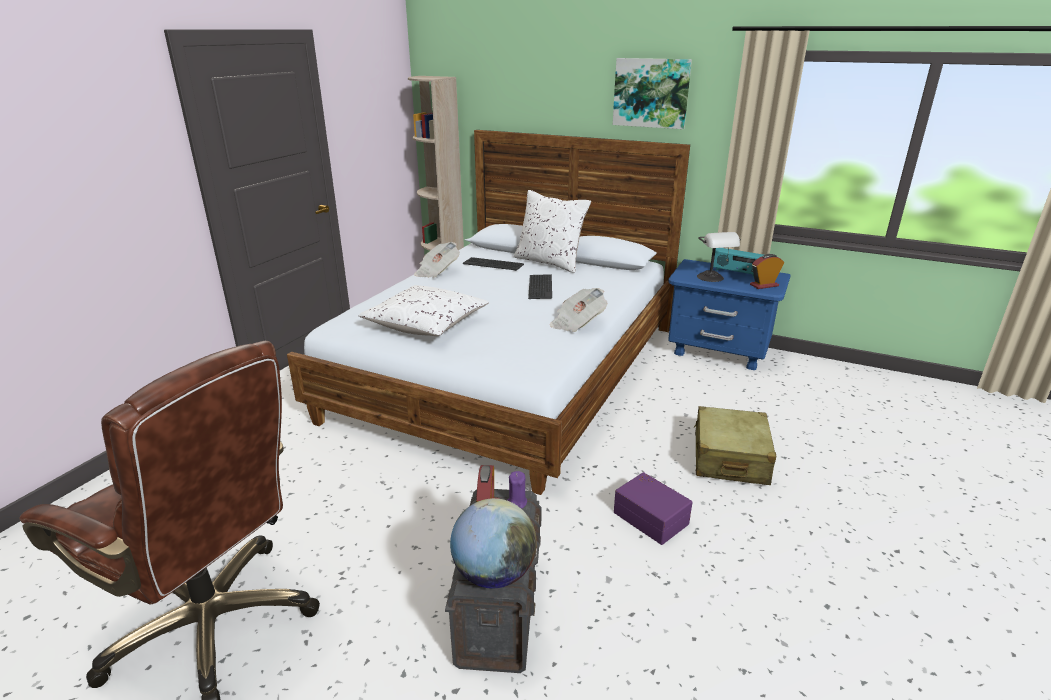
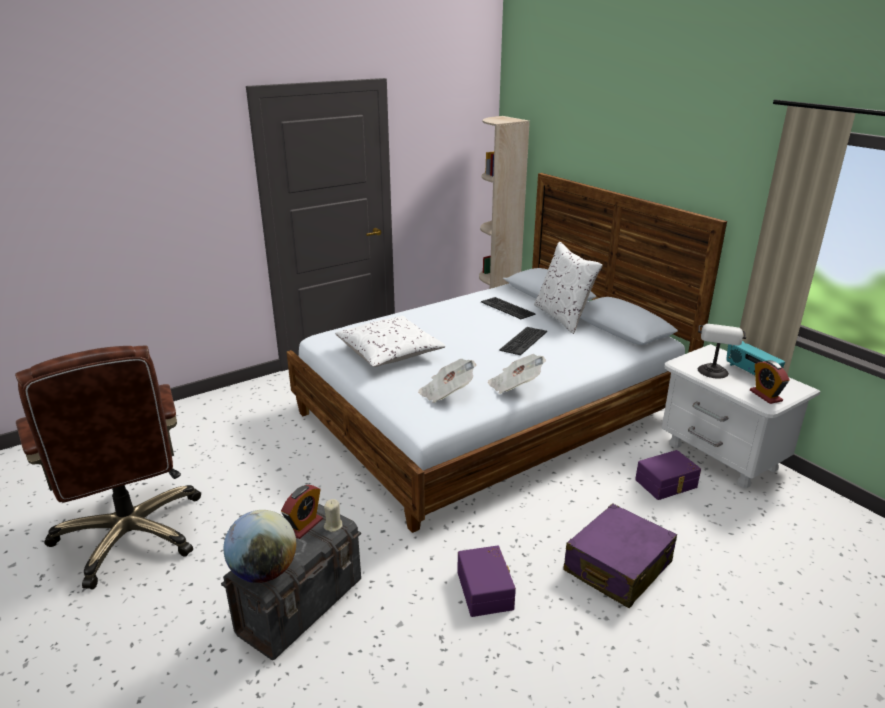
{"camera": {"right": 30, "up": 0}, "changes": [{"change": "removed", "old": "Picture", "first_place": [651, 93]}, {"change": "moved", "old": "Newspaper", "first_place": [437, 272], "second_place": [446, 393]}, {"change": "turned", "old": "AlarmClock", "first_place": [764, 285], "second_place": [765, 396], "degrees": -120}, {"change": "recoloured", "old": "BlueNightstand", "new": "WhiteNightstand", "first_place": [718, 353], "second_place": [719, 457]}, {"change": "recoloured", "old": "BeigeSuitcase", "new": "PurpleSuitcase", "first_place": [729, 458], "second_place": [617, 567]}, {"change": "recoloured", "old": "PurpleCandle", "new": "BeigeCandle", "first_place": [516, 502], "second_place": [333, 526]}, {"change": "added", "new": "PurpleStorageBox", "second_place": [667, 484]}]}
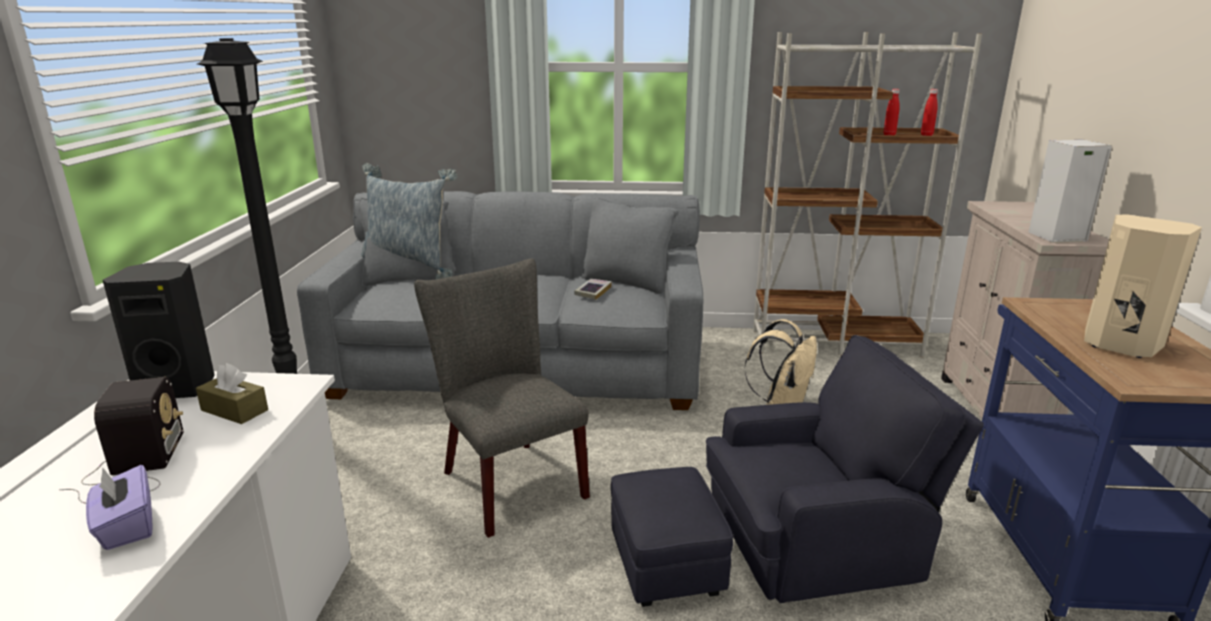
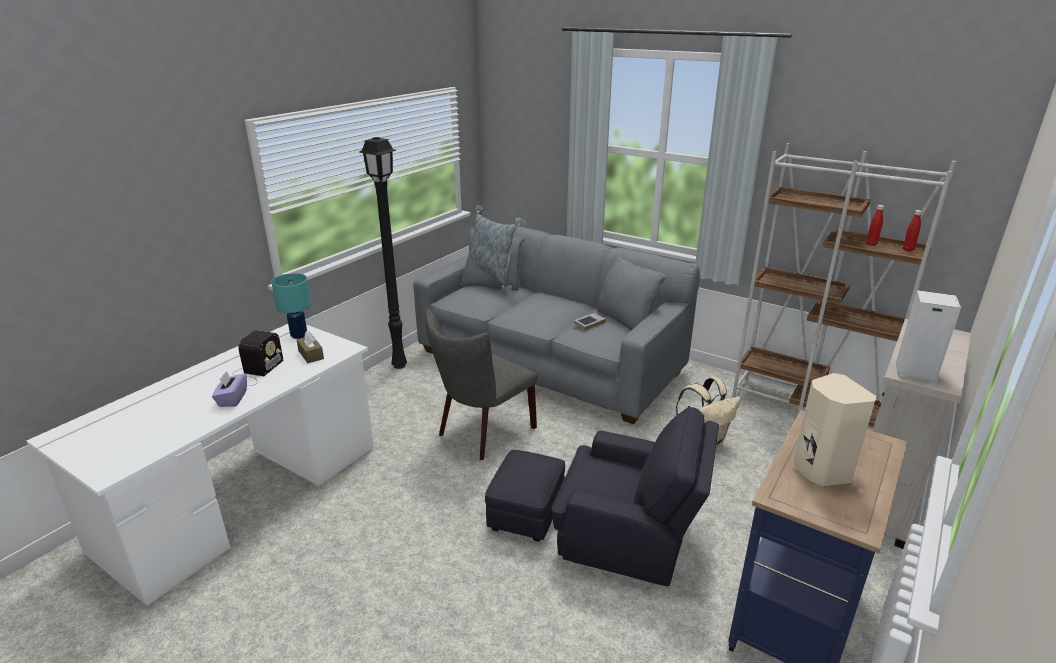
{"camera": {"right": 30, "up": 5}, "changes": [{"change": "turned", "old": "GreyChair", "first_place": [507, 480], "second_place": [482, 433], "degrees": -135}, {"change": "replaced", "old": "BlackSpeaker", "new": "TurquoiseTableLamp", "first_place": [179, 388], "second_place": [300, 335]}]}
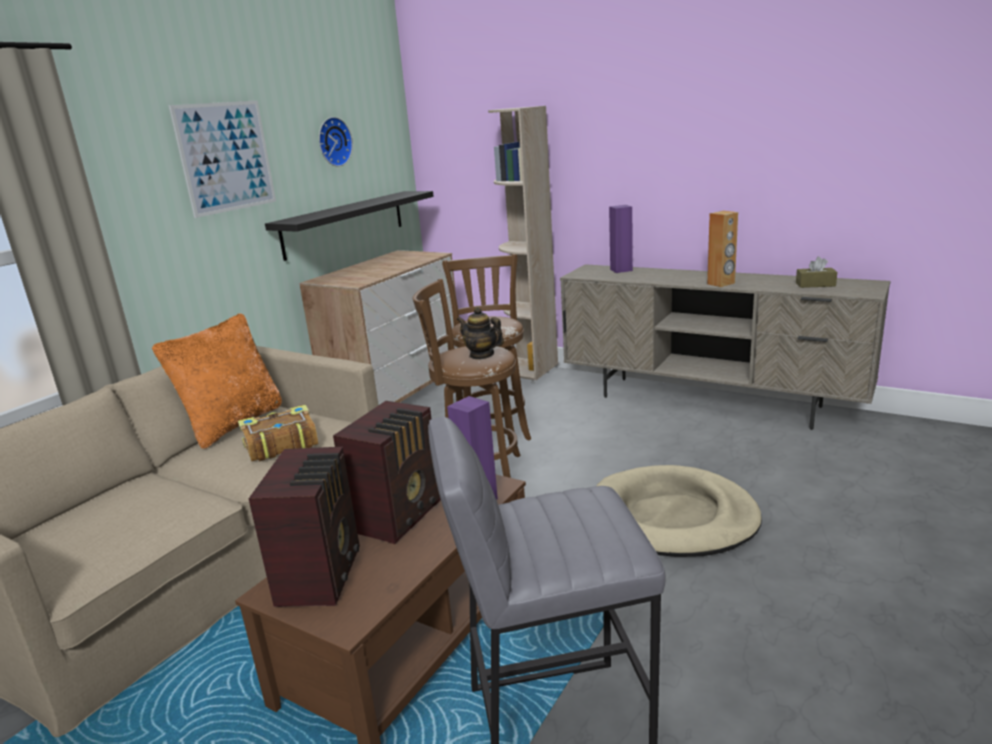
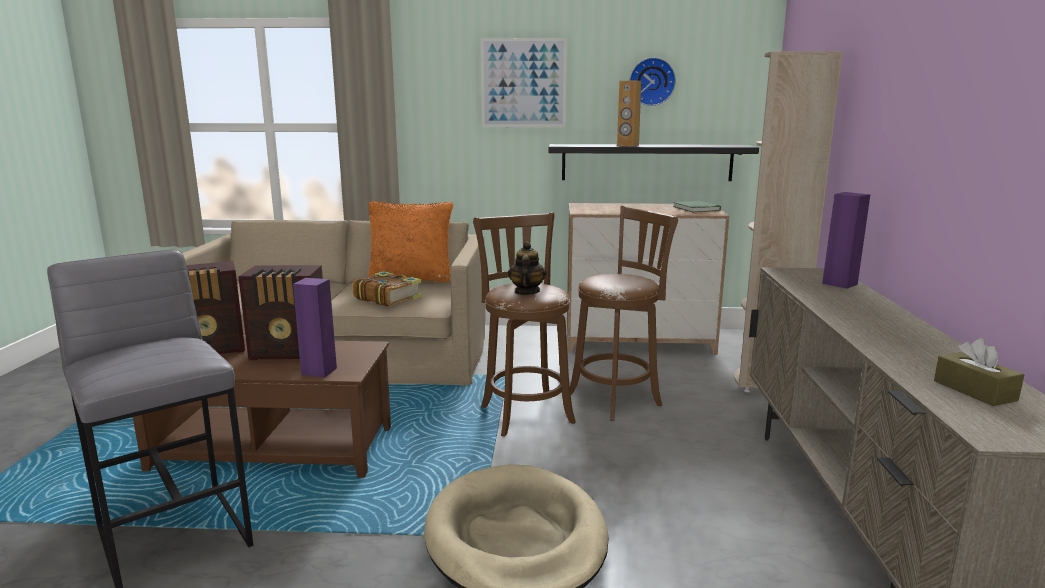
{"camera": {"right": 60, "up": -5}, "changes": [{"change": "moved", "old": "BrownSpeaker", "first_place": [721, 284], "second_place": [627, 145]}, {"change": "added", "new": "GreenBook", "second_place": [697, 208]}]}
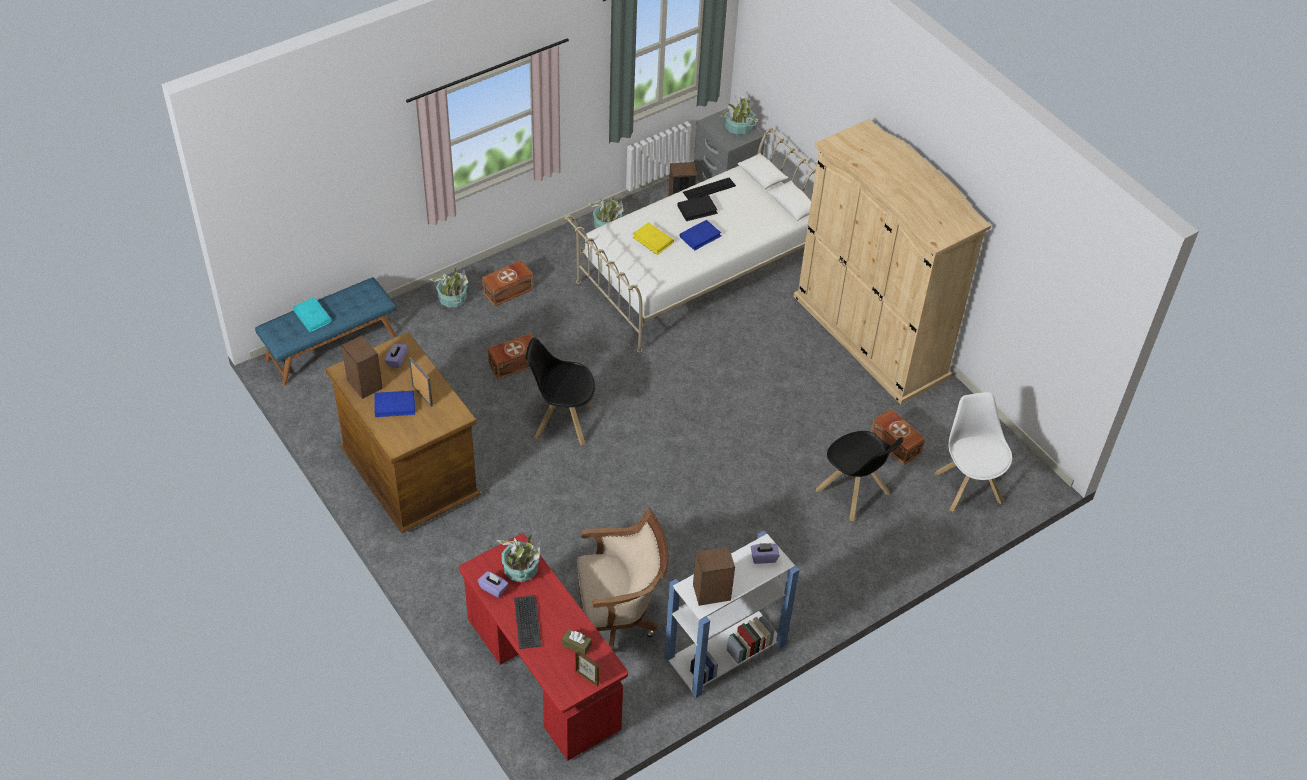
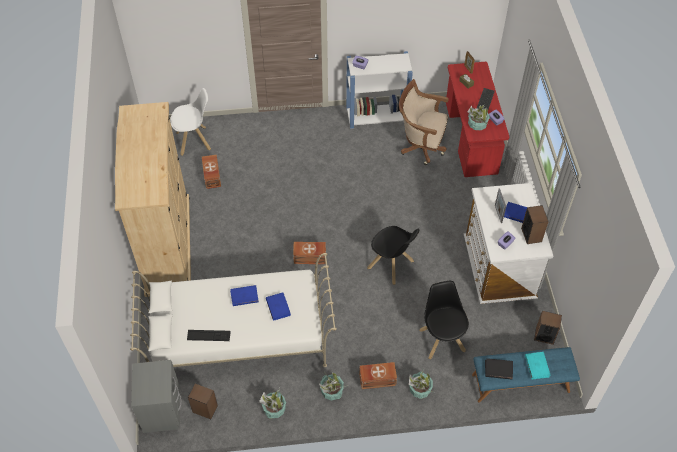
{"camera": {"right": -150, "up": 5}, "changes": [{"change": "moved", "old": "PottedPlant", "first_place": [738, 127], "second_place": [331, 391]}, {"change": "moved", "old": "BlackBook", "first_place": [697, 209], "second_place": [498, 370]}, {"change": "recoloured", "old": "YellowBook", "new": "BlueBook", "first_place": [653, 240], "second_place": [278, 307]}, {"change": "recoloured", "old": "BrownDresser", "new": "WhiteDresser", "first_place": [409, 474], "second_place": [499, 268]}, {"change": "moved", "old": "BrownStorageBox", "first_place": [513, 364], "second_place": [310, 257]}, {"change": "turned", "old": "WhiteChair", "first_place": [968, 486], "second_place": [194, 141], "degrees": -120}, {"change": "moved", "old": "BlackChair", "first_place": [854, 493], "second_place": [441, 338]}, {"change": "moved", "old": "Speaker", "first_place": [712, 592], "second_place": [544, 335]}]}
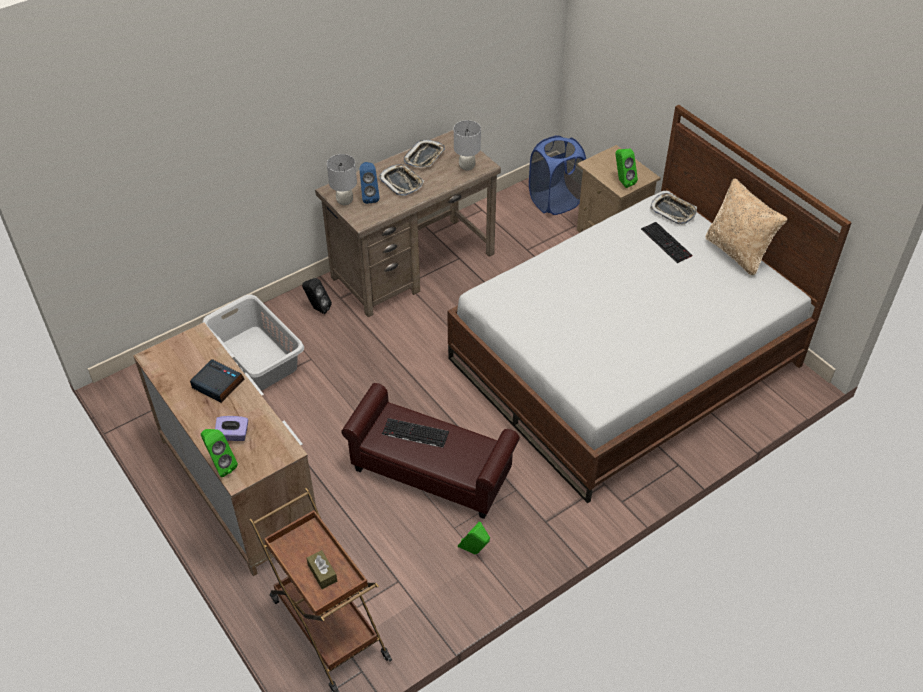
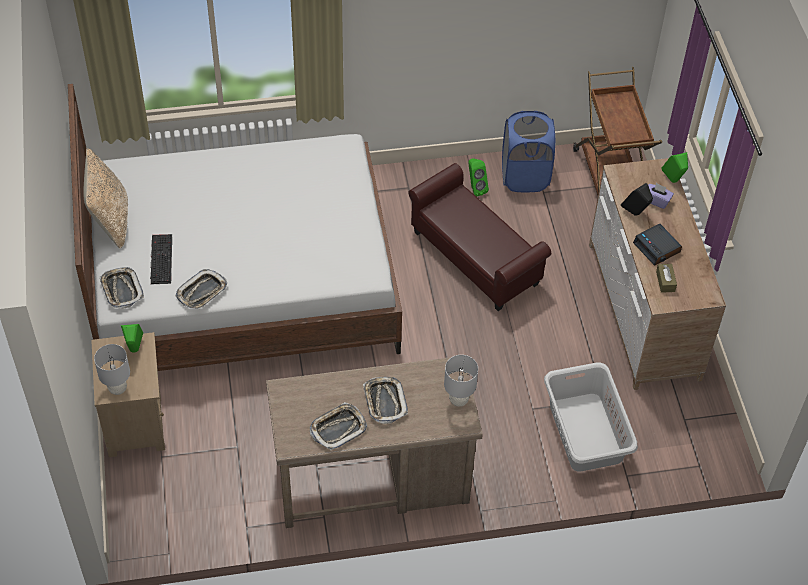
{"camera": {"right": -155, "up": 5}, "changes": [{"change": "moved", "old": "GreyTableLamp", "first_place": [466, 167], "second_place": [118, 389]}, {"change": "moved", "old": "BlueLaundryBasket", "first_place": [555, 201], "second_place": [525, 176]}, {"change": "removed", "old": "BlueSpeaker", "first_place": [369, 197]}, {"change": "moved", "old": "BlackSpeaker", "first_place": [317, 309], "second_place": [635, 214]}, {"change": "removed", "old": "Keyboard", "first_place": [414, 433]}, {"change": "moved", "old": "BrownTissueBox", "first_place": [322, 573], "second_place": [665, 281]}, {"change": "added", "new": "Tray", "second_place": [202, 292]}]}
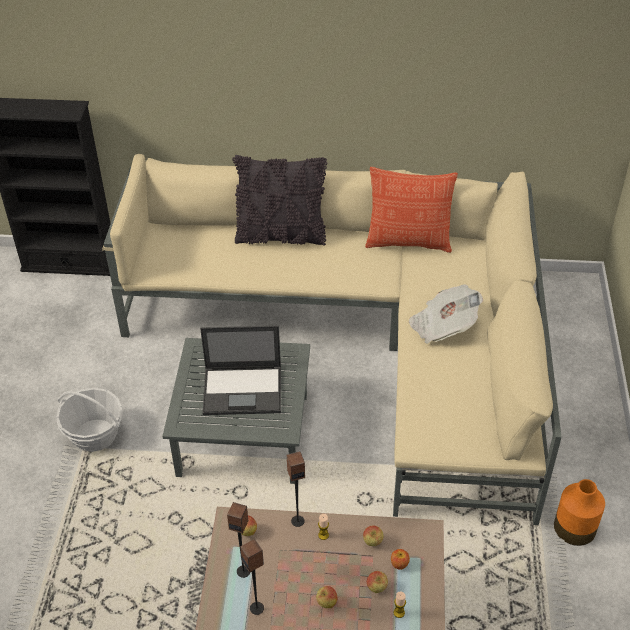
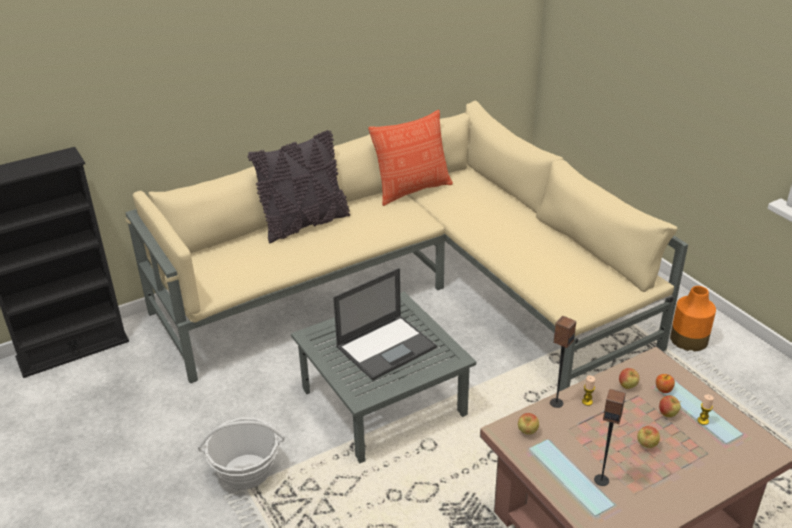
{"camera": {"right": -35, "up": -10}, "changes": [{"change": "removed", "old": "Newspaper", "first_place": [443, 326]}, {"change": "removed", "old": "Speaker", "first_place": [243, 571]}]}
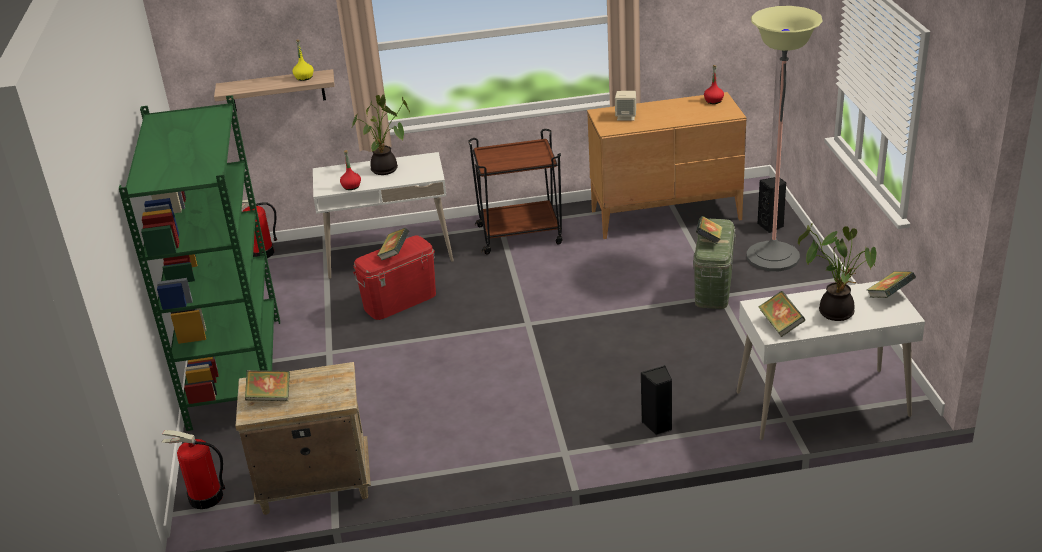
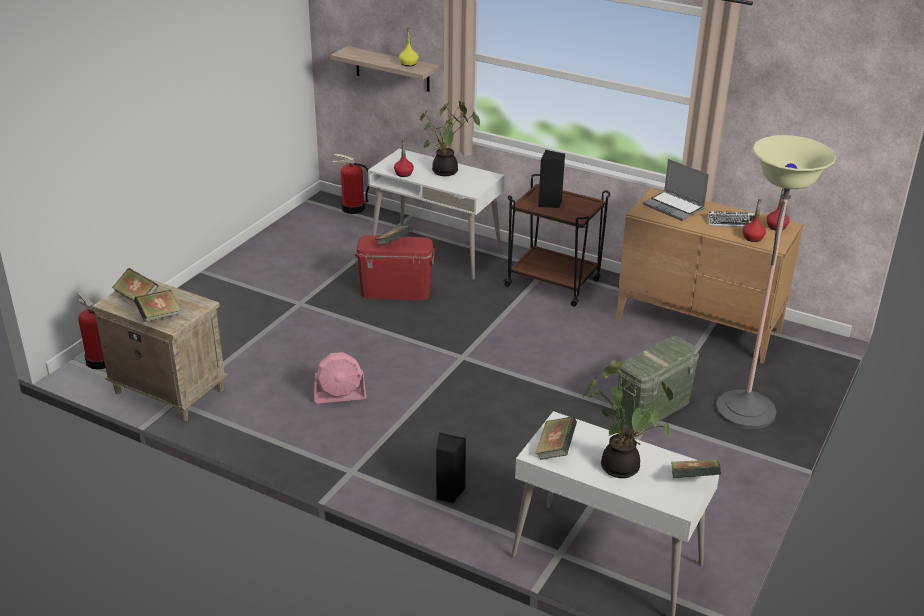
{"camera": {"right": 35, "up": 0}, "changes": [{"change": "replaced", "old": "BeigeSpeaker", "new": "Laptop", "first_place": [626, 117], "second_place": [674, 207]}, {"change": "removed", "old": "GreenBookcase", "first_place": [236, 372]}, {"change": "moved", "old": "BlackSpeaker", "first_place": [771, 226], "second_place": [550, 203]}, {"change": "moved", "old": "Book", "first_place": [709, 240], "second_place": [159, 316]}, {"change": "added", "new": "RedBottle", "second_place": [753, 238]}, {"change": "added", "new": "Keyboard", "second_place": [732, 222]}, {"change": "added", "new": "PinkFan", "second_place": [340, 396]}]}
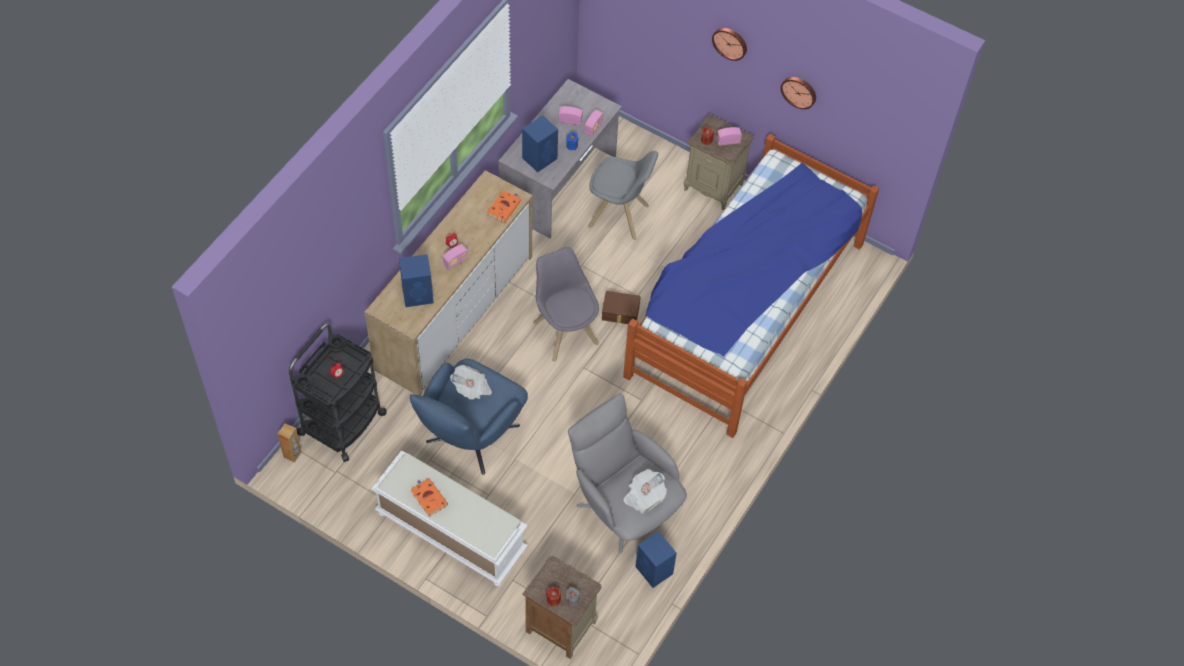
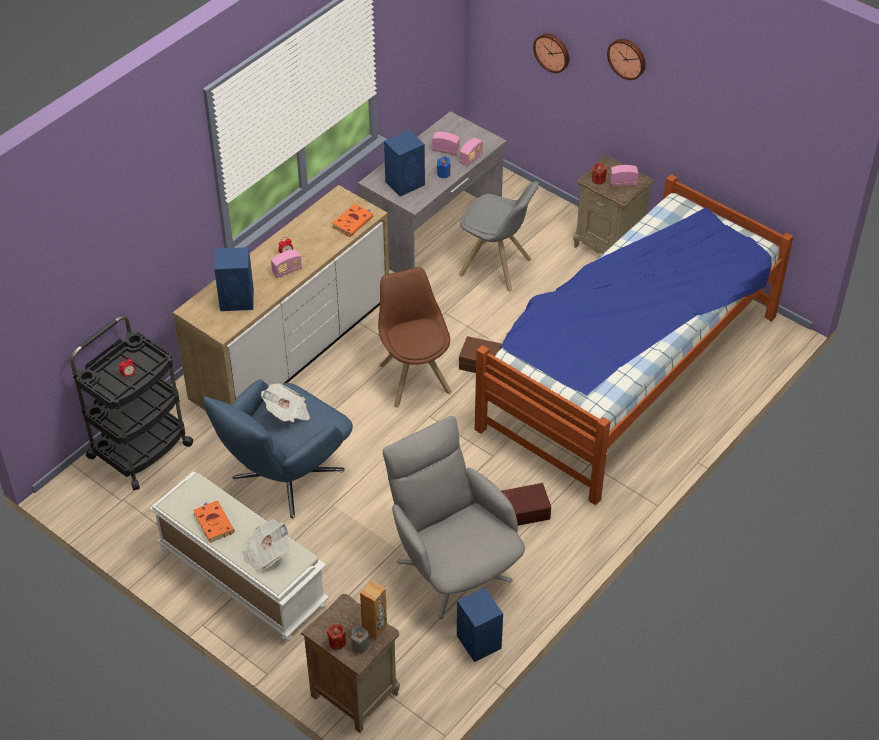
{"camera": {"right": 10, "up": -10}, "changes": [{"change": "moved", "old": "WallClock", "first_place": [799, 91], "second_place": [552, 52]}, {"change": "recoloured", "old": "GreyChair", "new": "BrownChair", "first_place": [565, 332], "second_place": [414, 378]}, {"change": "moved", "old": "BrownSpeaker", "first_place": [293, 454], "second_place": [375, 629]}, {"change": "moved", "old": "Newspaper", "first_place": [644, 496], "second_place": [266, 553]}, {"change": "added", "new": "BrownStorageBox", "second_place": [524, 510]}]}
